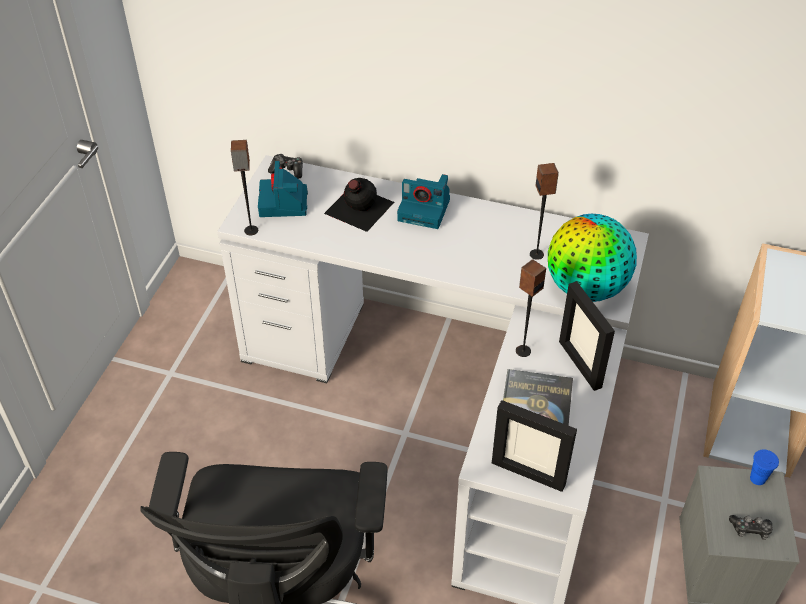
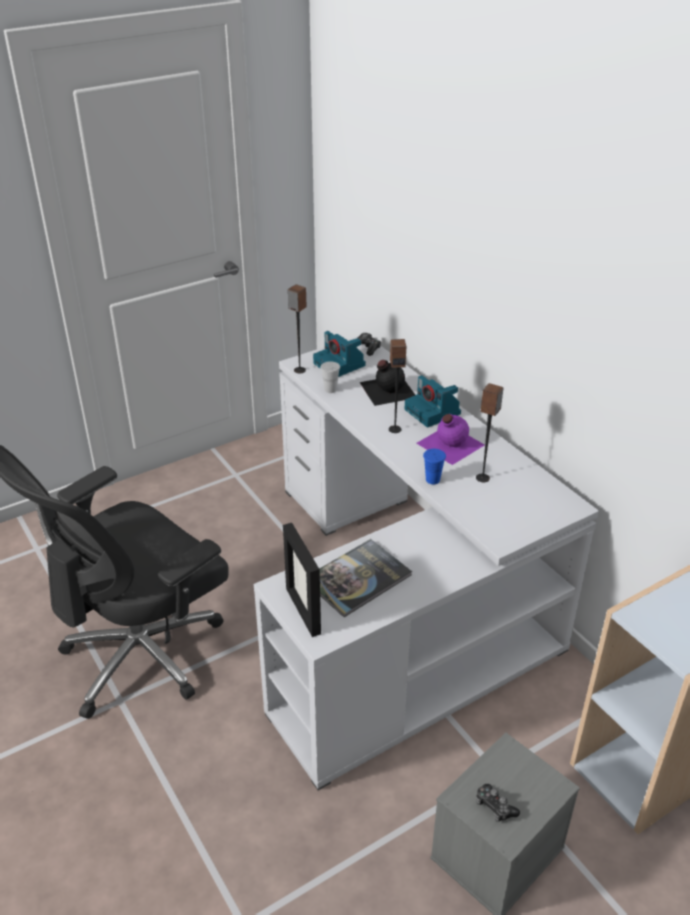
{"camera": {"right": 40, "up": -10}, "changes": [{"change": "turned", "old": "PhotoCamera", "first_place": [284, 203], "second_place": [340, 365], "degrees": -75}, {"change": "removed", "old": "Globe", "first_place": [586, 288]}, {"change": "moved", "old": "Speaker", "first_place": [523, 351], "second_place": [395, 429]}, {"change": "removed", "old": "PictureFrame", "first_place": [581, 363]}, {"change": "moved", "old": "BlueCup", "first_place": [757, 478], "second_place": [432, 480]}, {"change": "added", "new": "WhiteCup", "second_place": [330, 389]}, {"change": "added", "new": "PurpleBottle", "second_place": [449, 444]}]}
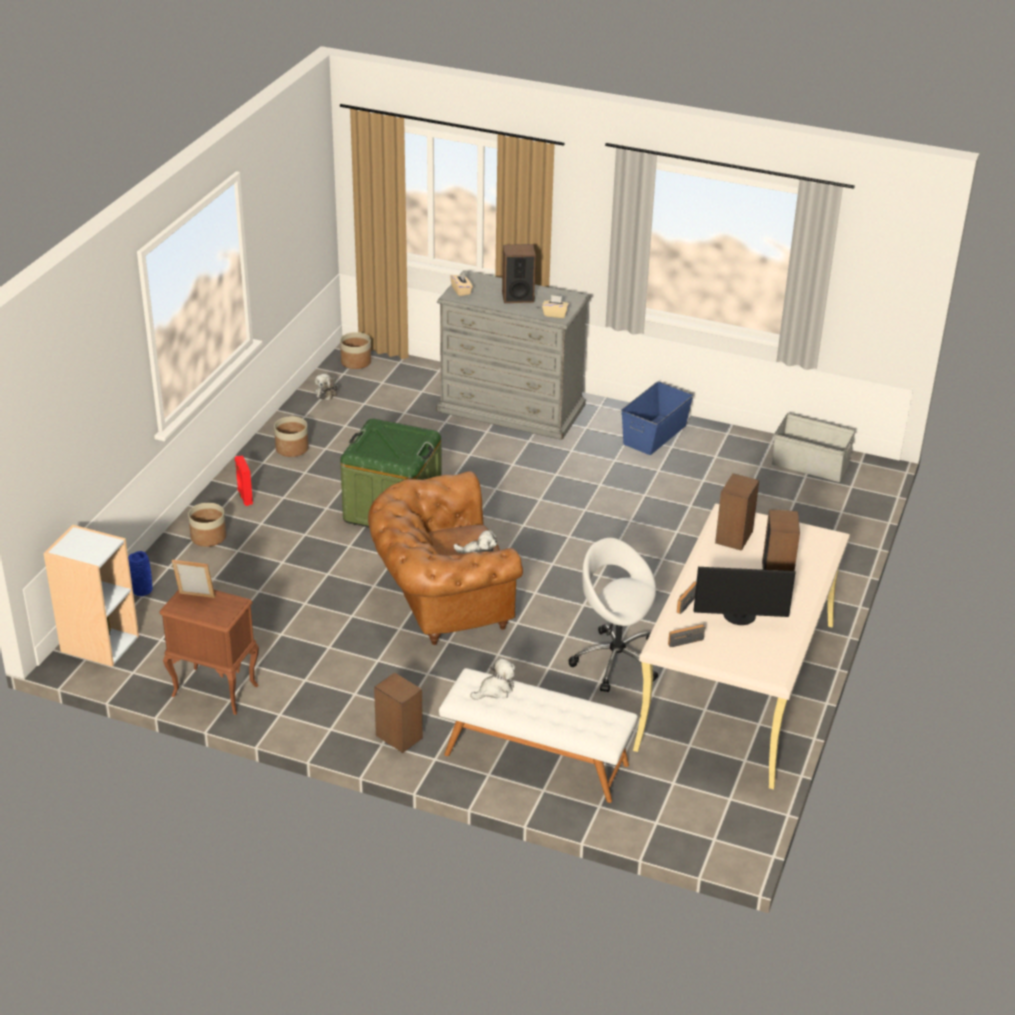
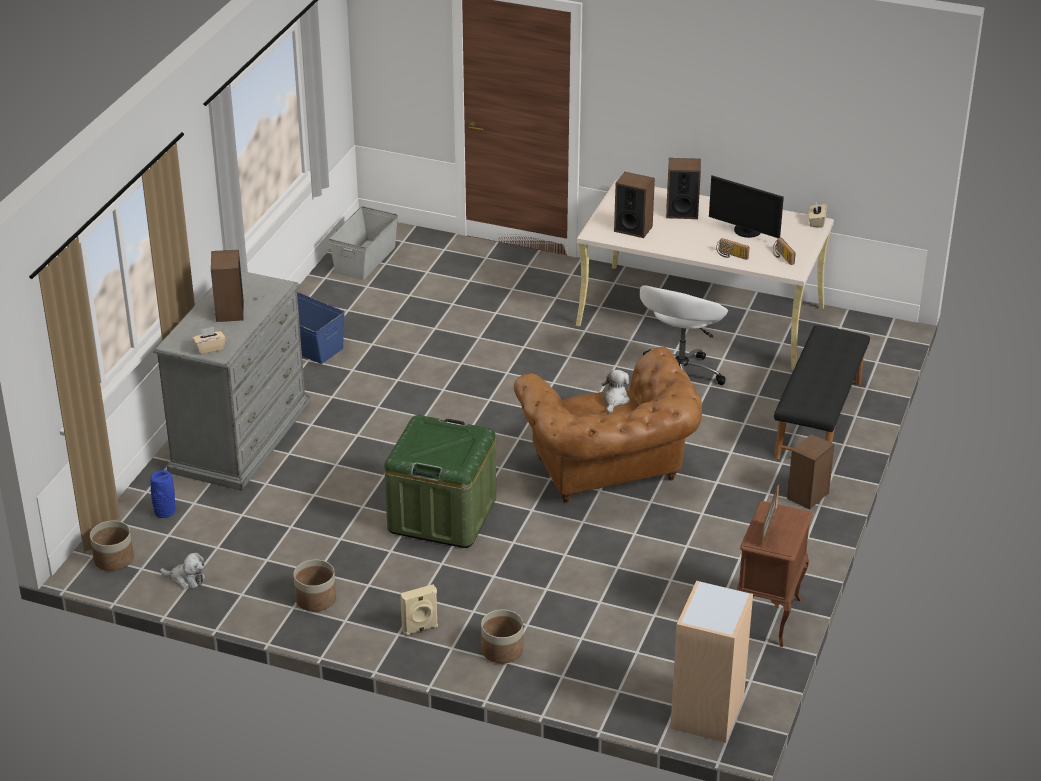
{"camera": {"right": -90, "up": 0}, "changes": [{"change": "moved", "old": "BeigeTissueBox", "first_place": [555, 314], "second_place": [816, 222]}, {"change": "recoloured", "old": "RedSpeaker", "new": "BeigeSpeaker", "first_place": [244, 497], "second_place": [420, 629]}, {"change": "moved", "old": "BlueVase", "first_place": [142, 590], "second_place": [164, 512]}, {"change": "turned", "old": "Monitor", "first_place": [740, 617], "second_place": [746, 232], "degrees": 120}, {"change": "removed", "old": "PlushToy", "first_place": [495, 690]}, {"change": "recoloured", "old": "WhiteBench", "new": "BlackBench", "first_place": [535, 760], "second_place": [819, 419]}]}
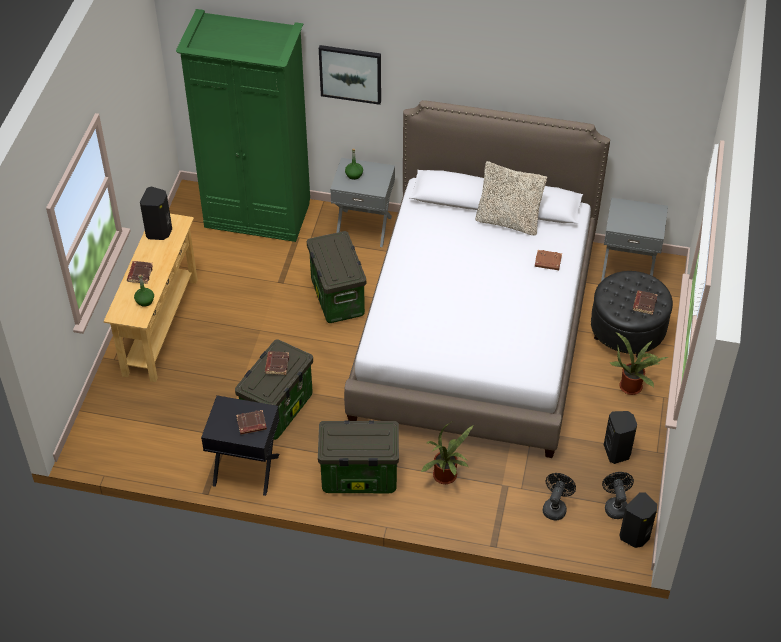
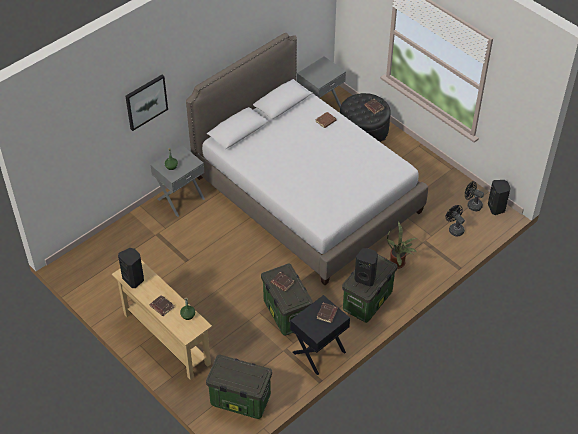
{"camera": {"right": -55, "up": 0}, "changes": [{"change": "removed", "old": "GreenWardrobe", "first_place": [257, 214]}, {"change": "removed", "old": "BeigePillow", "first_place": [509, 219]}, {"change": "moved", "old": "StorageBox", "first_place": [336, 297], "second_place": [239, 400]}, {"change": "removed", "old": "PottedPlant", "first_place": [632, 385]}, {"change": "moved", "old": "BlackSpeaker", "first_place": [617, 452], "second_place": [365, 278]}]}
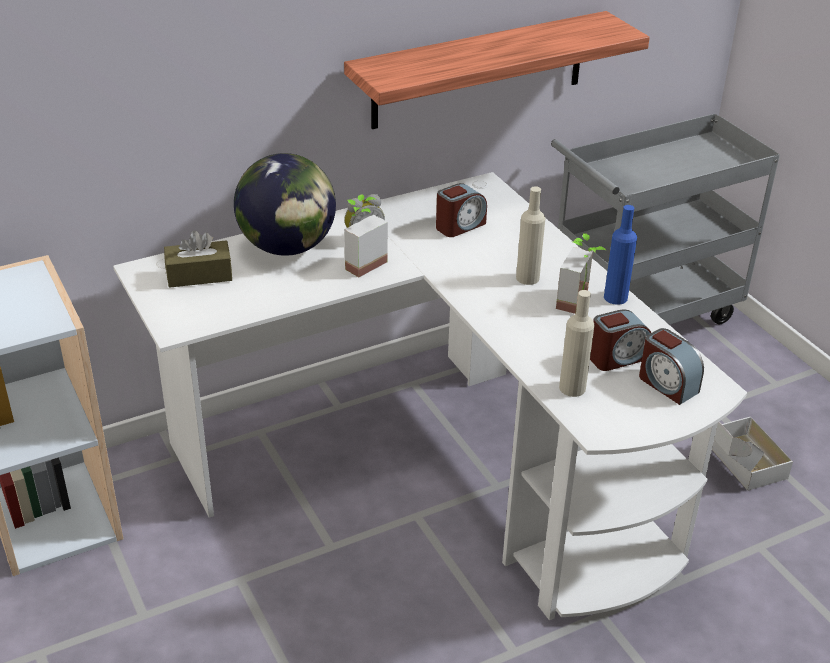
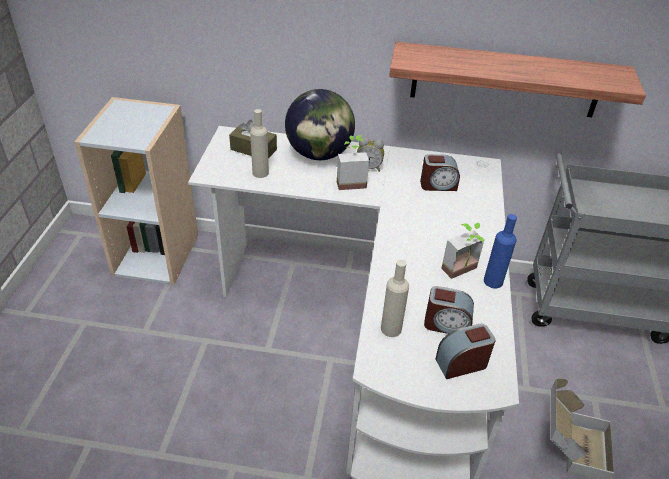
{"camera": {"right": 35, "up": 5}, "changes": [{"change": "moved", "old": "BeigeBottle", "first_place": [527, 278], "second_place": [260, 173]}, {"change": "turned", "old": "AlarmClock", "first_place": [667, 384], "second_place": [461, 363], "degrees": 75}]}
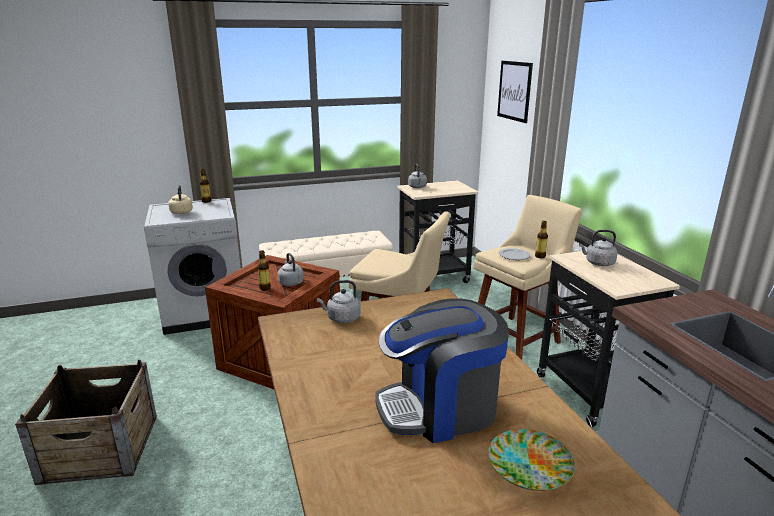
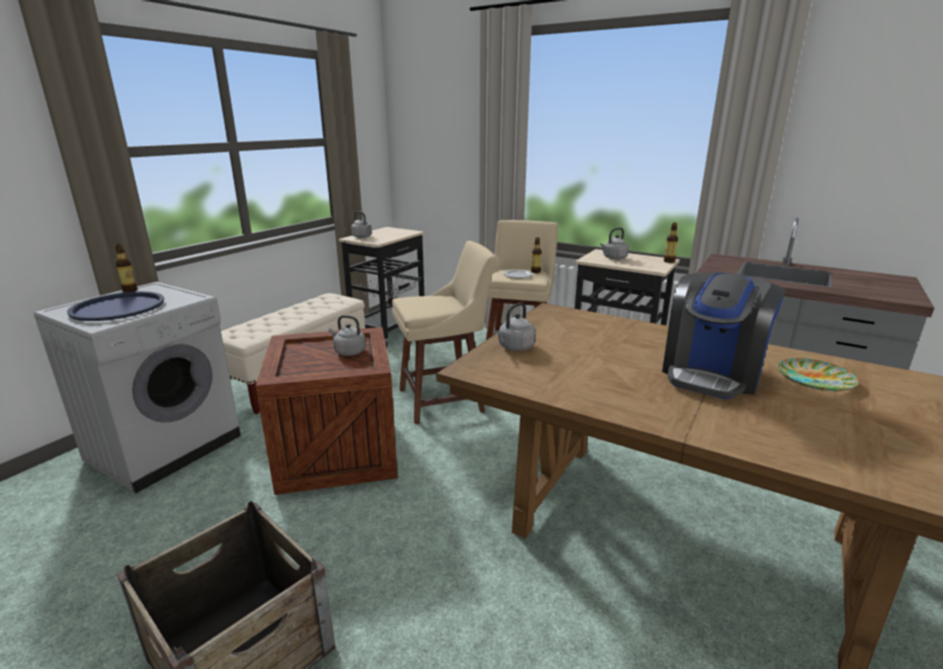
{"camera": {"right": -40, "up": 0}, "changes": [{"change": "removed", "old": "Picture", "first_place": [514, 91]}, {"change": "replaced", "old": "BeigeKettle", "new": "BlueTray", "first_place": [181, 212], "second_place": [118, 307]}, {"change": "moved", "old": "Bottle", "first_place": [265, 288], "second_place": [669, 261]}]}
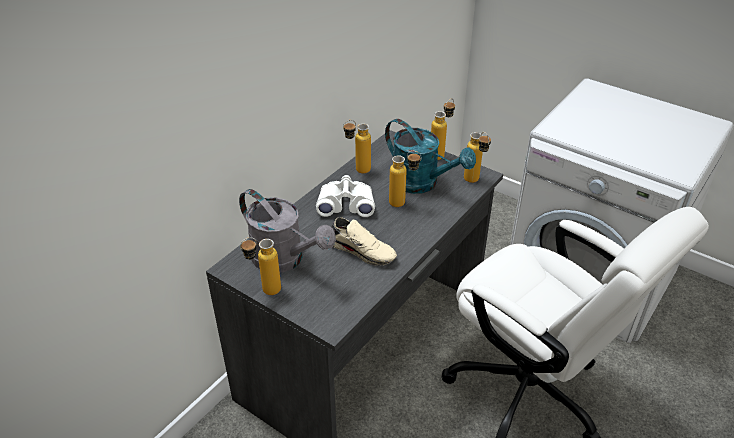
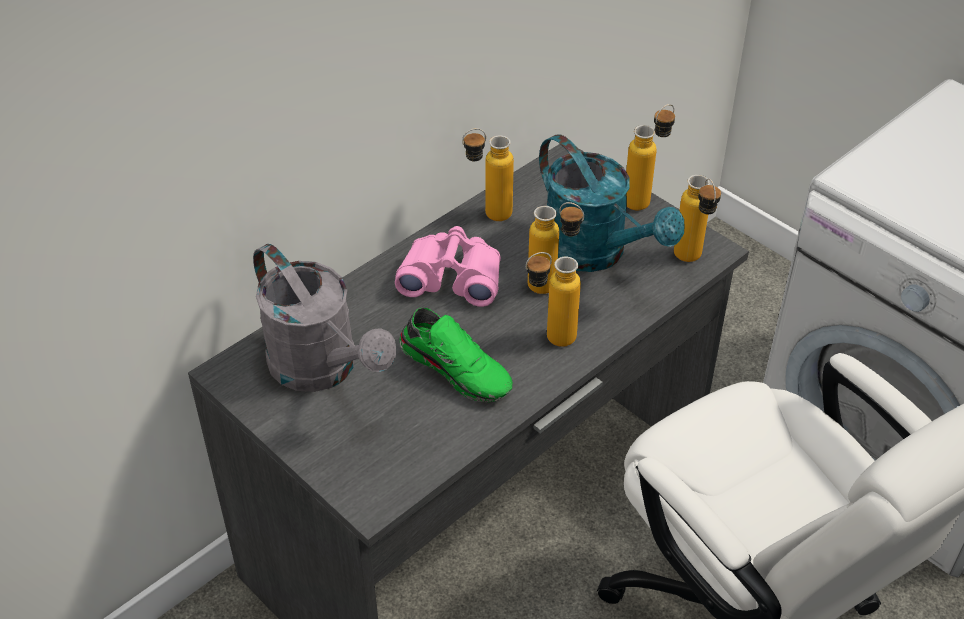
{"camera": {"right": 10, "up": 5}, "changes": [{"change": "recoloured", "old": "WhiteBinoculars", "new": "PinkBinoculars", "first_place": [346, 204], "second_place": [452, 278]}, {"change": "recoloured", "old": "BeigeShoe", "new": "GreenShoe", "first_place": [362, 250], "second_place": [458, 368]}, {"change": "moved", "old": "Bottle", "first_place": [264, 292], "second_place": [549, 340]}]}
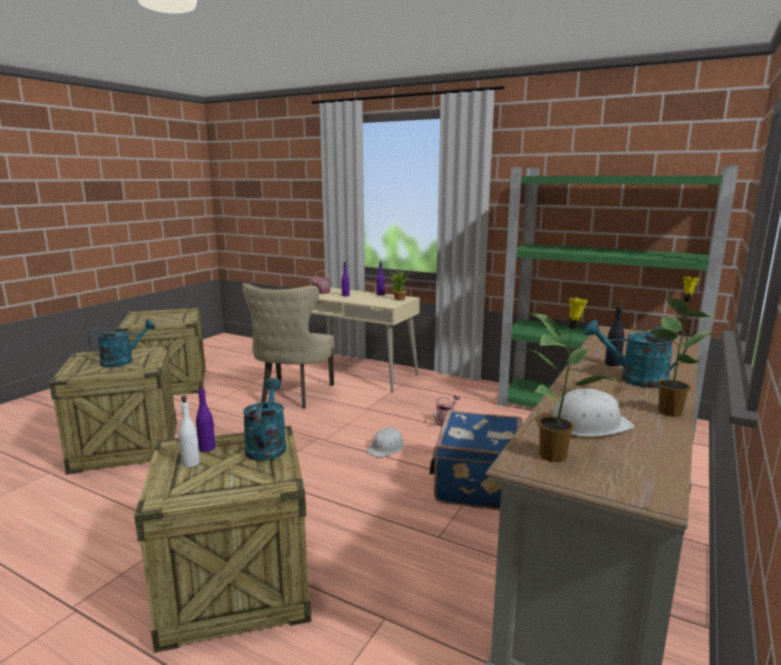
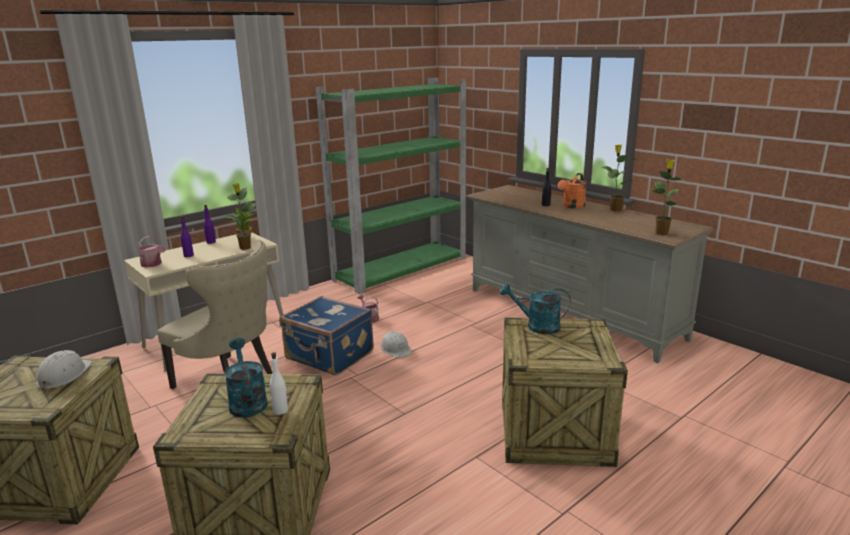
{"camera": {"right": -70, "up": 5}, "changes": [{"change": "recoloured", "old": "TurquoiseWateringCan", "new": "OrangeWateringCan", "first_place": [634, 379], "second_place": [572, 206]}, {"change": "removed", "old": "PurpleBottle", "first_place": [207, 448]}, {"change": "moved", "old": "WhiteHardHat", "first_place": [588, 425], "second_place": [64, 375]}, {"change": "moved", "old": "WhiteBottle", "first_place": [191, 463], "second_place": [280, 410]}, {"change": "moved", "old": "BlueSuitcase", "first_place": [476, 485], "second_place": [329, 356]}, {"change": "added", "new": "PottedPlant", "second_place": [245, 248]}]}
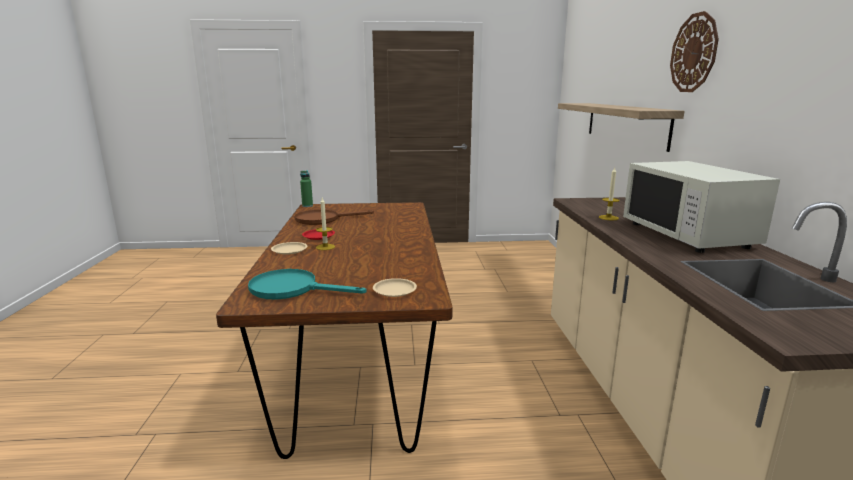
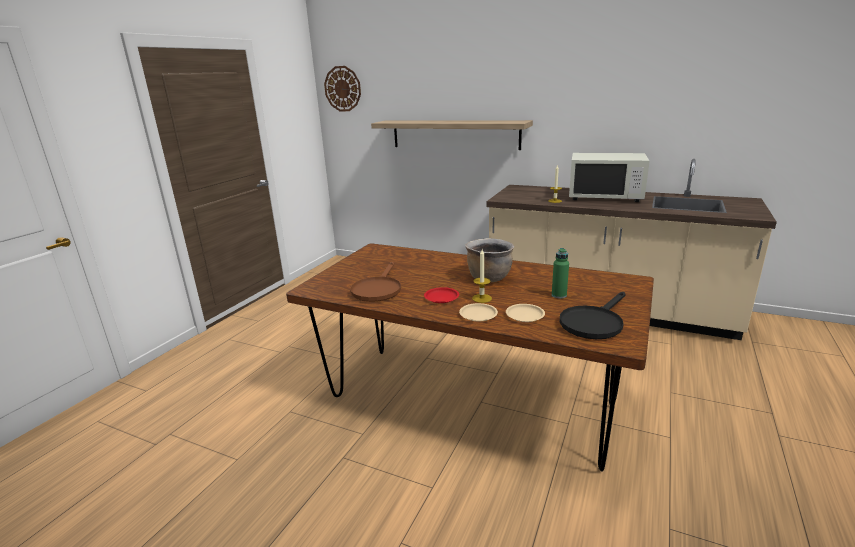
{"camera": {"right": -60, "up": 5}, "changes": [{"change": "moved", "old": "WallClock", "first_place": [694, 53], "second_place": [342, 89]}, {"change": "moved", "old": "GreenBottle", "first_place": [307, 206], "second_place": [559, 295]}, {"change": "recoloured", "old": "TurquoiseFryingPan", "new": "BlackFryingPan", "first_place": [292, 289], "second_place": [594, 322]}, {"change": "moved", "old": "BeigePlate", "first_place": [394, 290], "second_place": [524, 315]}, {"change": "added", "new": "BrownCookingPot", "second_place": [489, 277]}]}
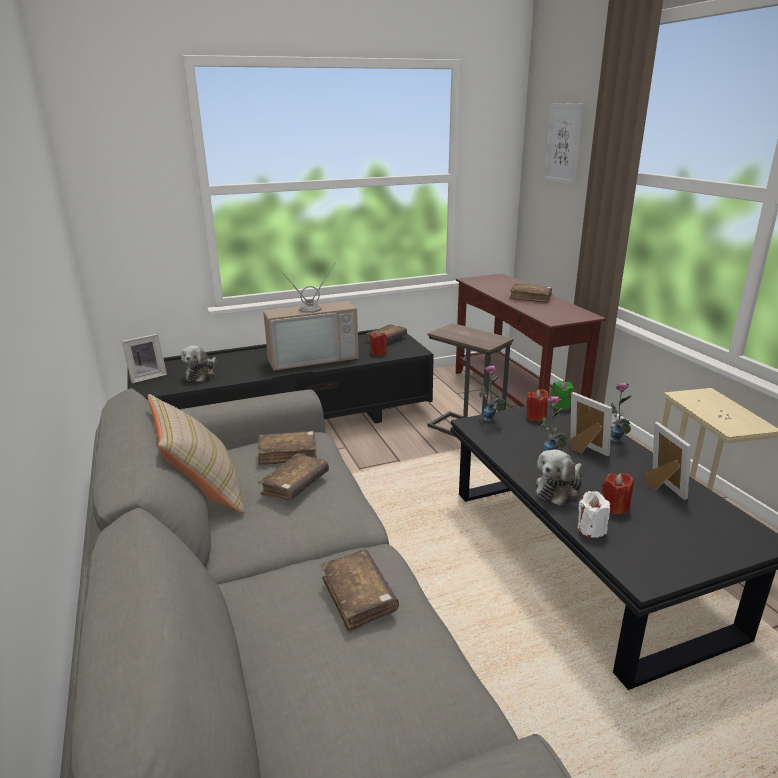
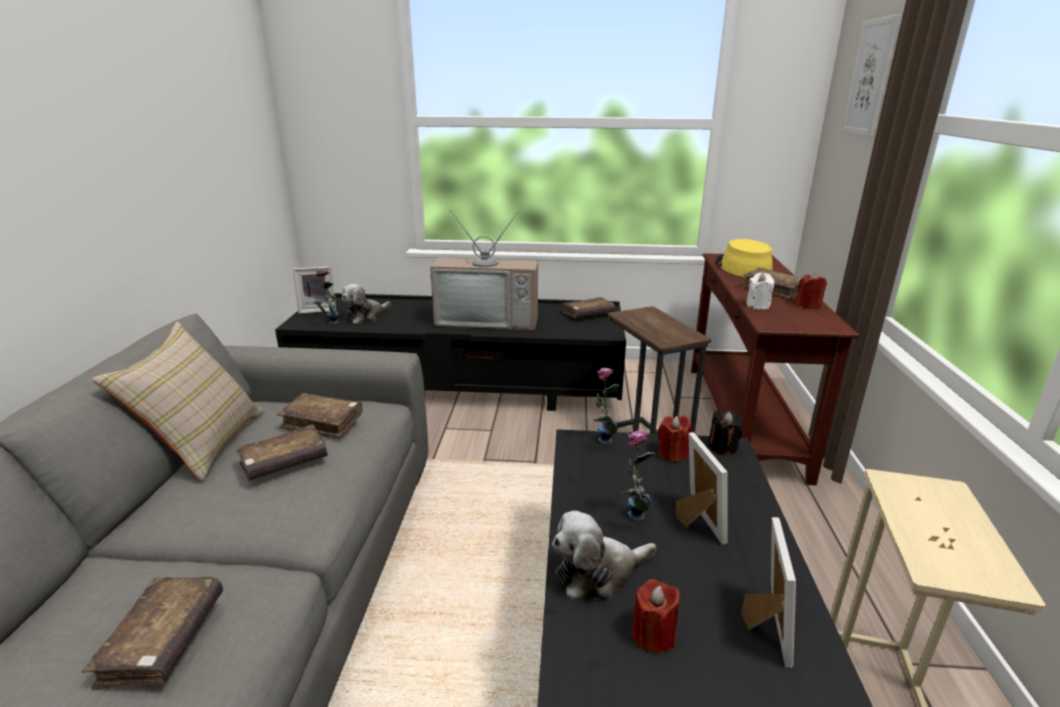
{"camera": {"right": 25, "up": 0}, "changes": [{"change": "moved", "old": "RedCandle", "first_place": [379, 353], "second_place": [808, 305]}, {"change": "recoloured", "old": "GreenCandle", "new": "BlackCandle", "first_place": [560, 406], "second_place": [722, 447]}, {"change": "moved", "old": "Vase", "first_place": [615, 443], "second_place": [328, 324]}, {"change": "moved", "old": "WhiteCandle", "first_place": [591, 529], "second_place": [758, 305]}, {"change": "added", "new": "YellowHat", "second_place": [742, 267]}]}
